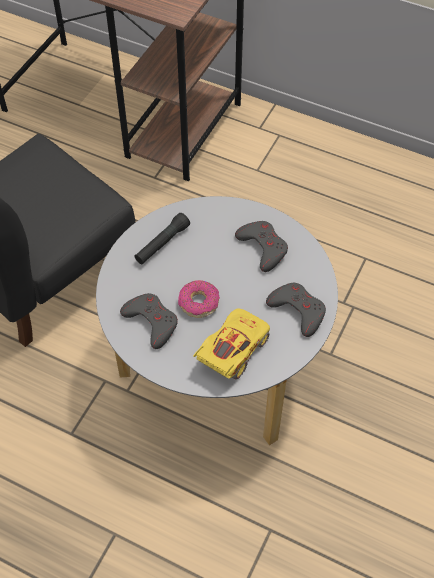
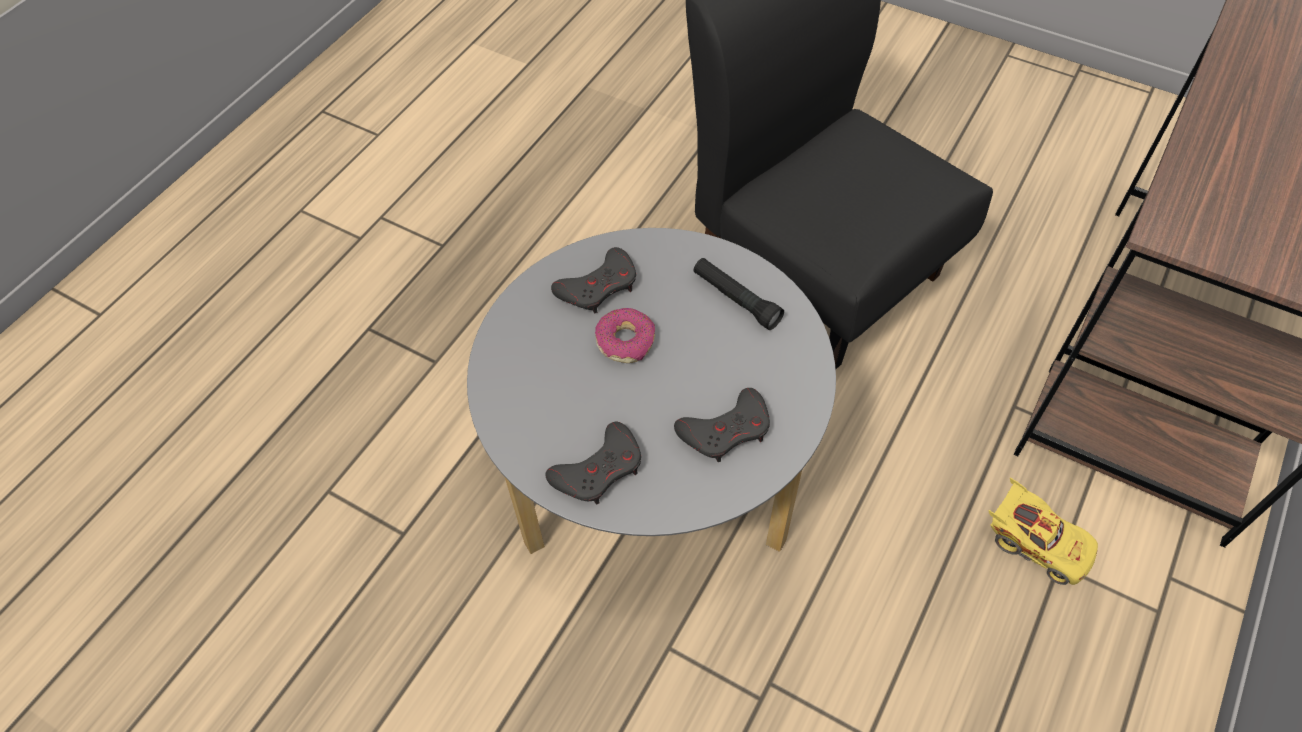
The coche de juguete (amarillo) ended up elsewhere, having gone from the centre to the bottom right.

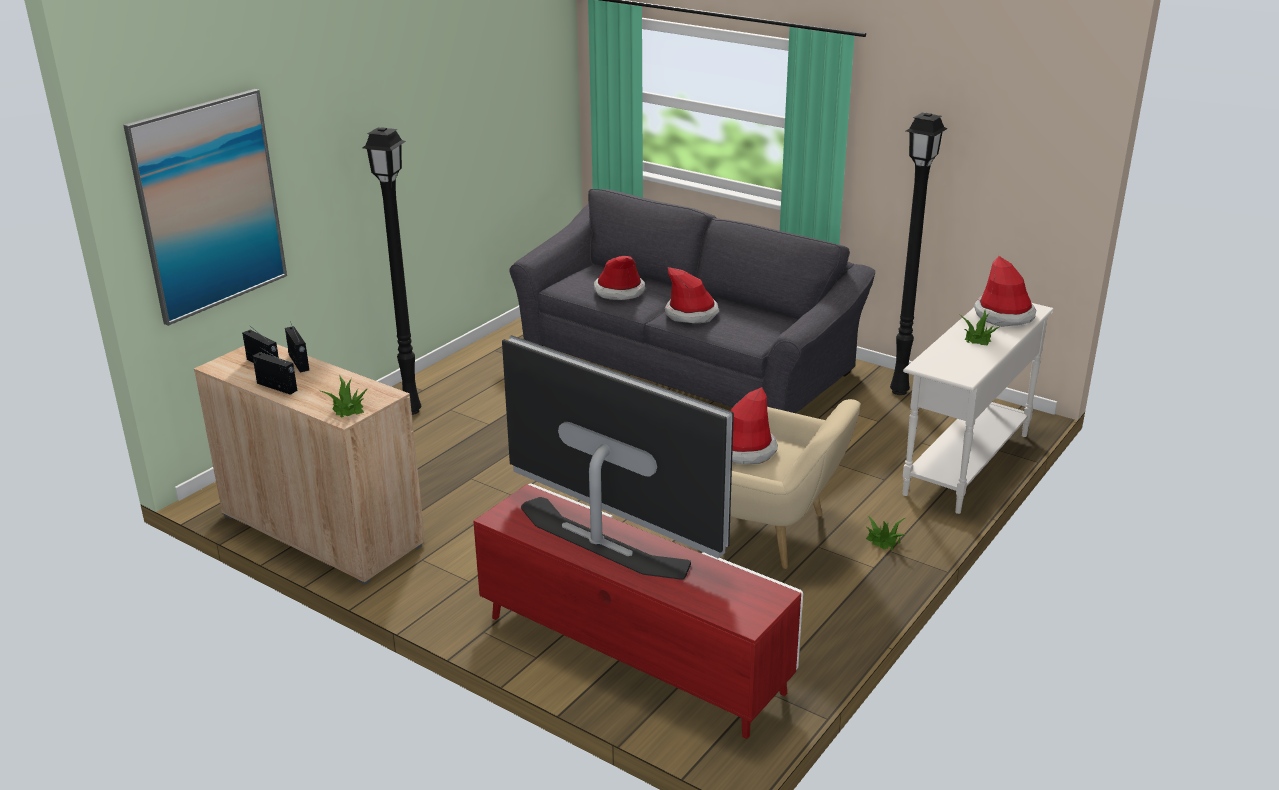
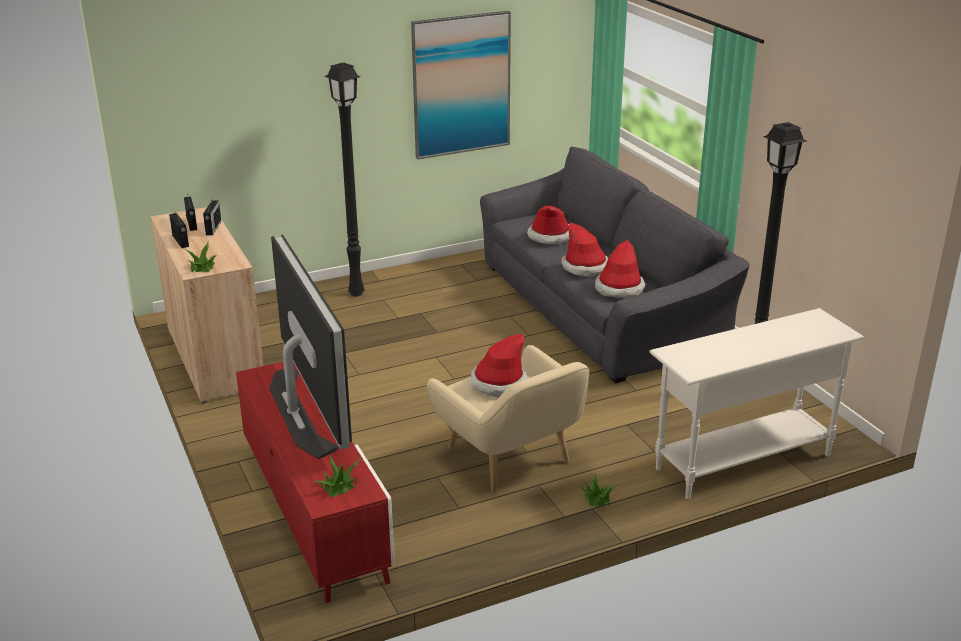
The cuadro ended up elsewhere, having gone from the top left to the top centre.
The planta en maceta (no. 3 from left in the first image) ended up elsewhere, having gone from the middle right to the bottom centre.
The sombrero (no. 4 from left) ended up elsewhere, having gone from the middle right to the centre.

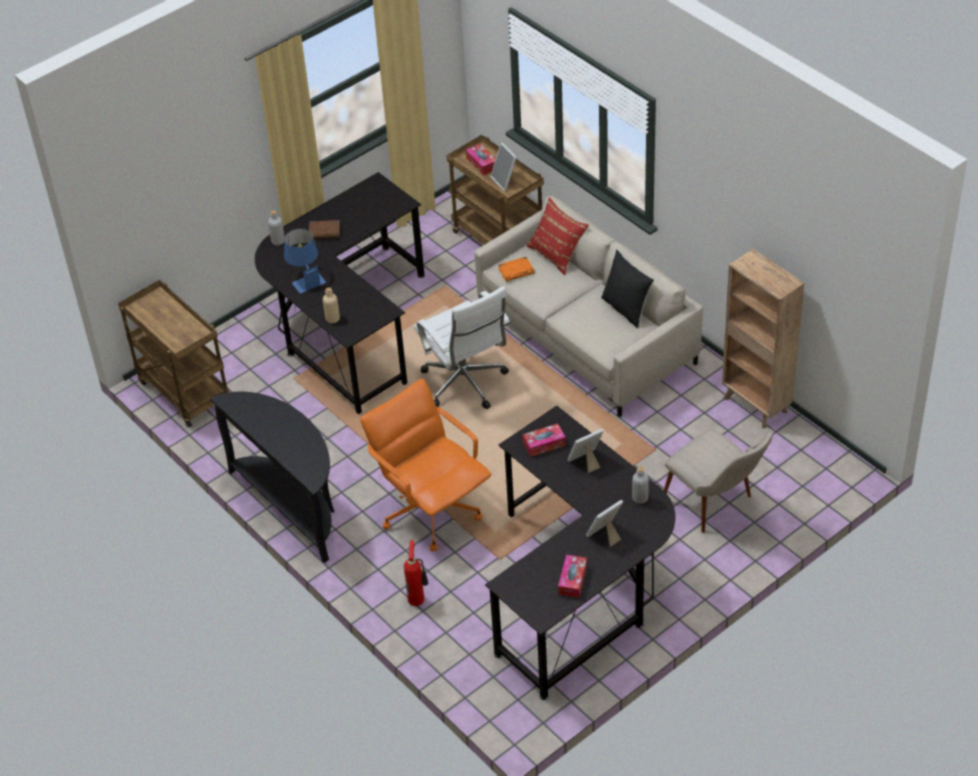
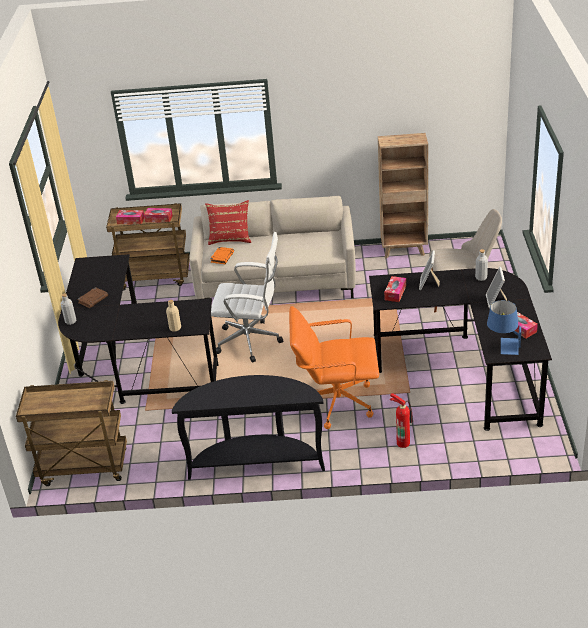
The lámpara de mesa (azul) ended up elsewhere, having gone from the middle left to the middle right.
Where the portarretratos (no. 1 from left) stood at the top centre, the caja de pañuelos (no. 2 from left) came to stand at the middle left.
The second view lost the cojín (negro) at the centre.

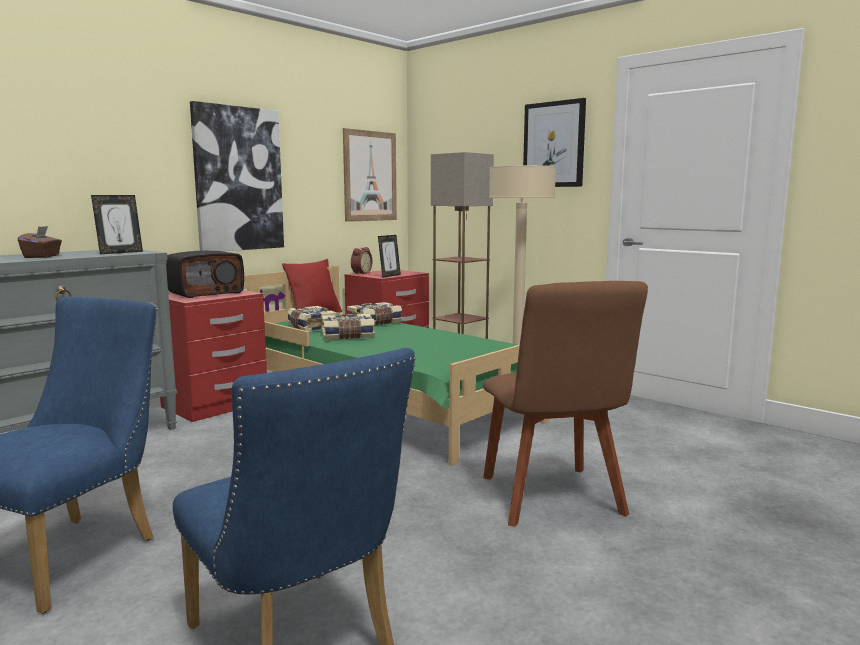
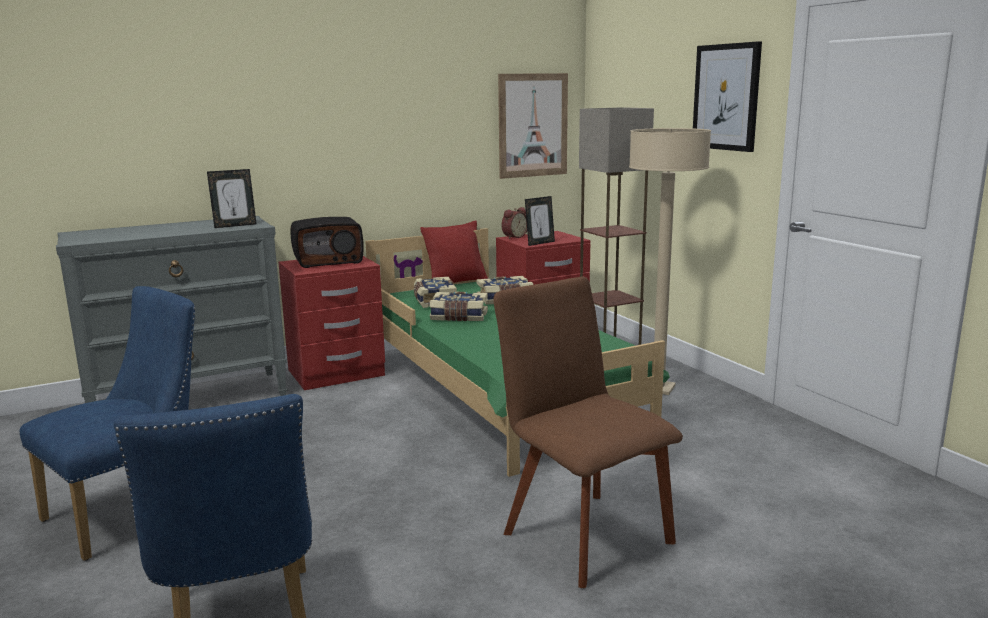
The second view lost the caja de pañuelos (marrón) at the middle left.
The second view lost the cuadro (no. 1 from left) at the top left.
The silla (marrón) at the centre ended up facing another way, 135 degrees clockwise from before.

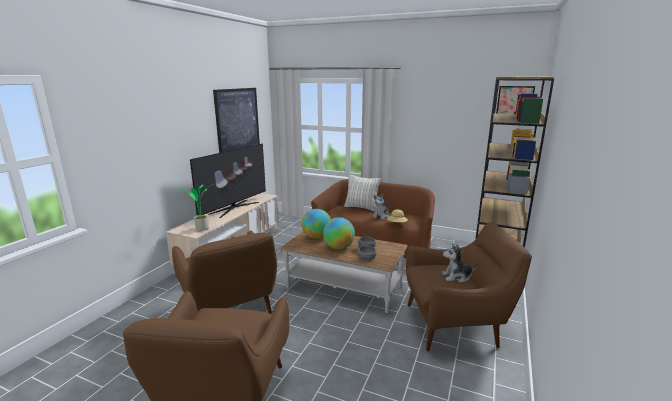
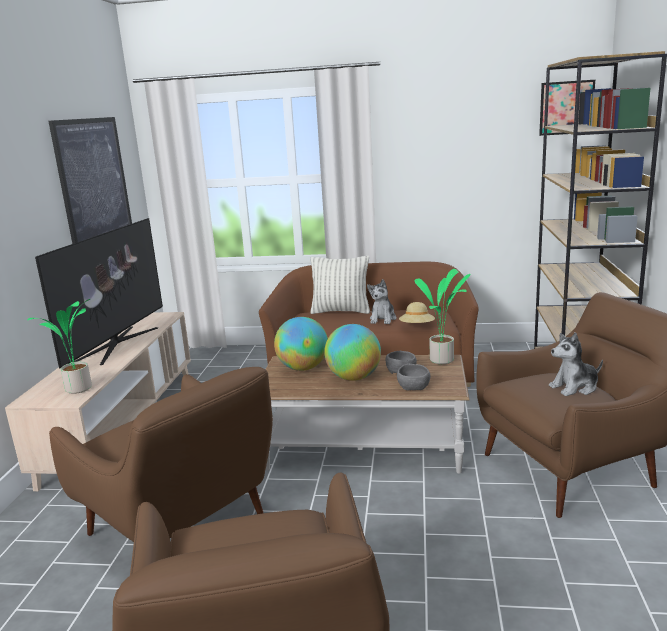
The second view gained the planta en maceta (no. 2 from left) at the centre.

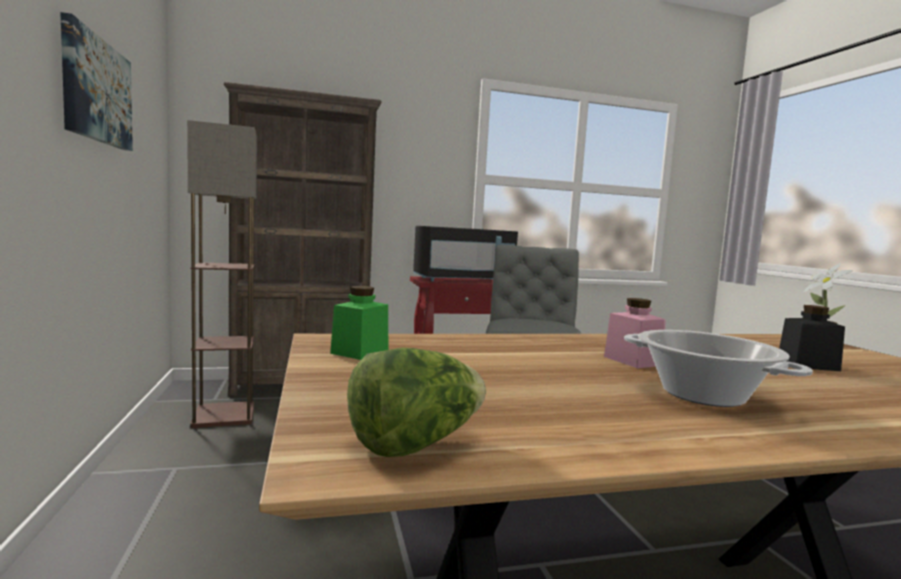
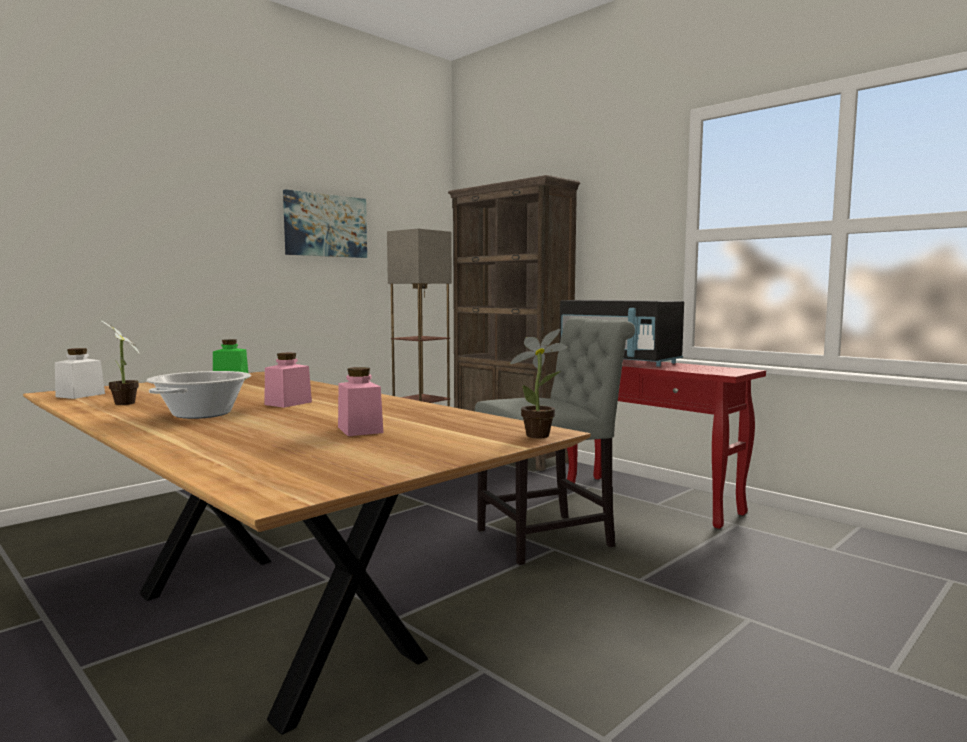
Where the lechuga stood at the bottom centre, the tarro (blanco) came to stand at the middle left.
What was the tarro (negro) at the middle right turned into the tarro (rosa) (no. 2 from left) at the centre.
The second view gained the planta en maceta (no. 1 from left) at the middle left.

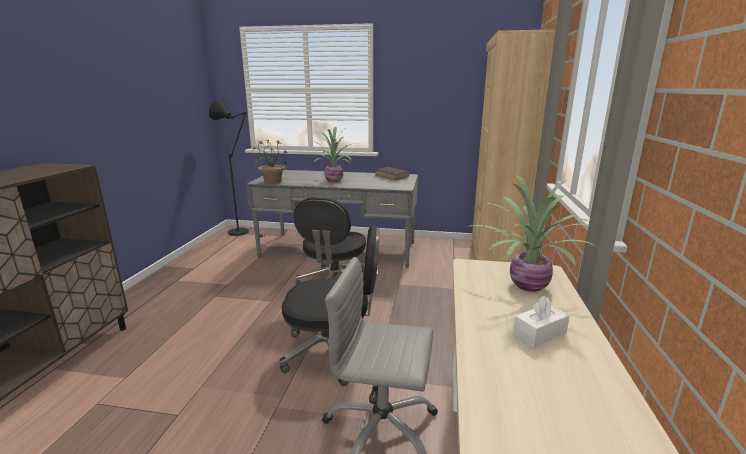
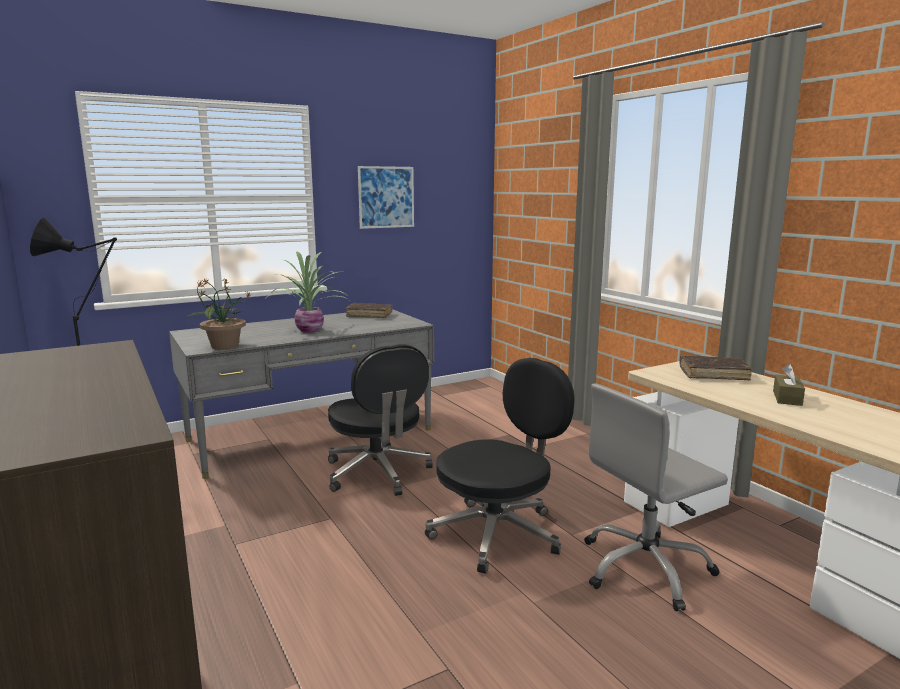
Where the planta en maceta (no. 3 from left) stood at the middle right, the libro (marrón) (no. 2 from left) came to stand at the middle right.
The second view lost the estantería (marrón) at the top right.
What was the caja de pañuelos (blanco) at the bottom right turned into the caja de pañuelos (marrón) at the middle right.
The second view gained the cuadro at the top centre.

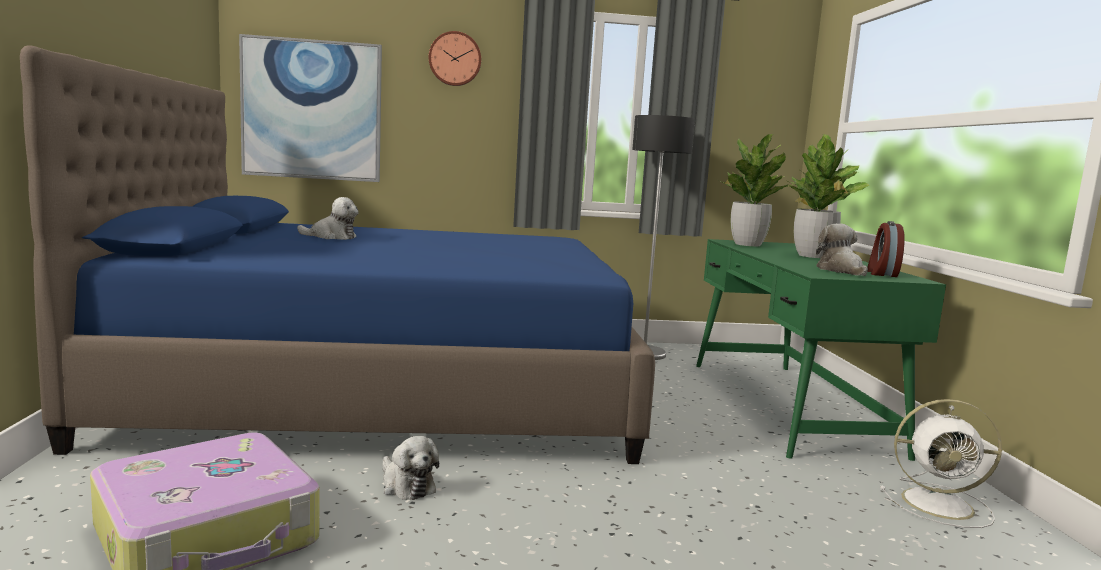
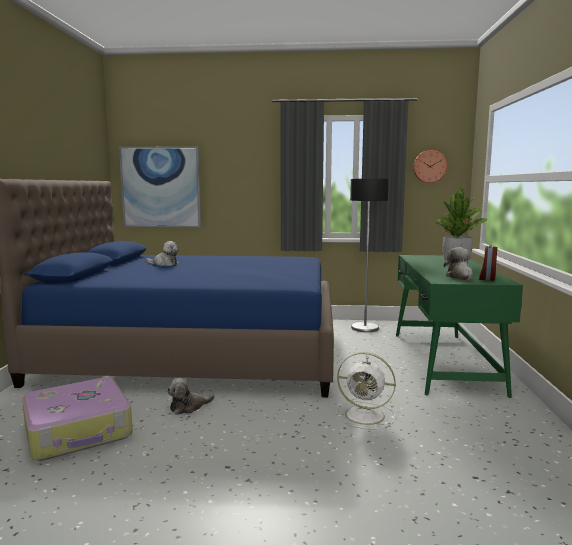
The peluche (no. 2 from left) at the bottom centre ended up facing another way, 90 degrees clockwise from before.
The reloj de pared ended up elsewhere, having gone from the top centre to the top right.
The second view lost the planta en maceta (no. 1 from left) at the middle right.
The ventilador (blanco) ended up elsewhere, having gone from the bottom right to the bottom centre.

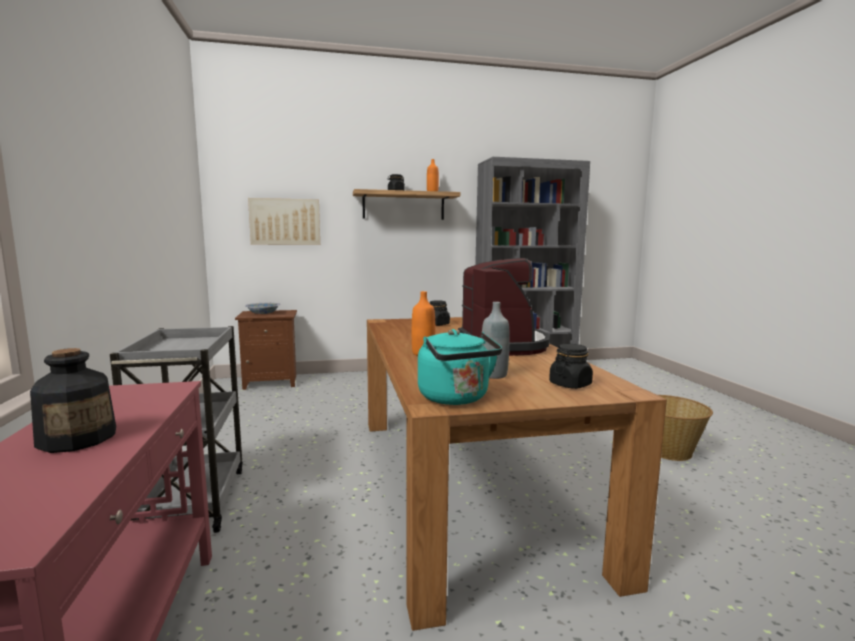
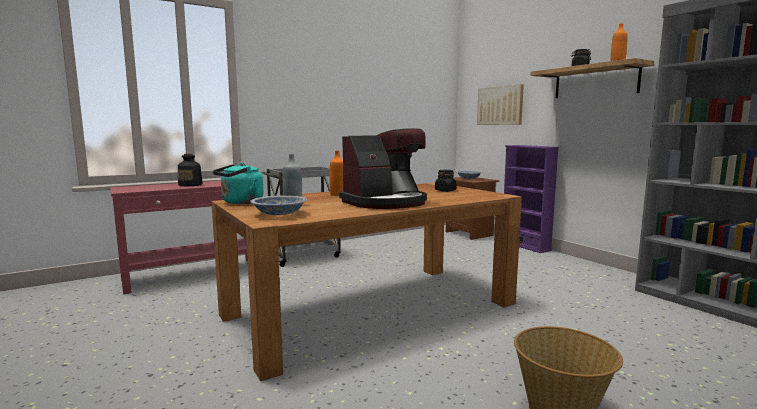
Where the tarro (negro) (no. 3 from left) stood at the middle right, the cuenco (no. 1 from left) came to stand at the centre.
The second view gained the estantería (morado) at the middle right.

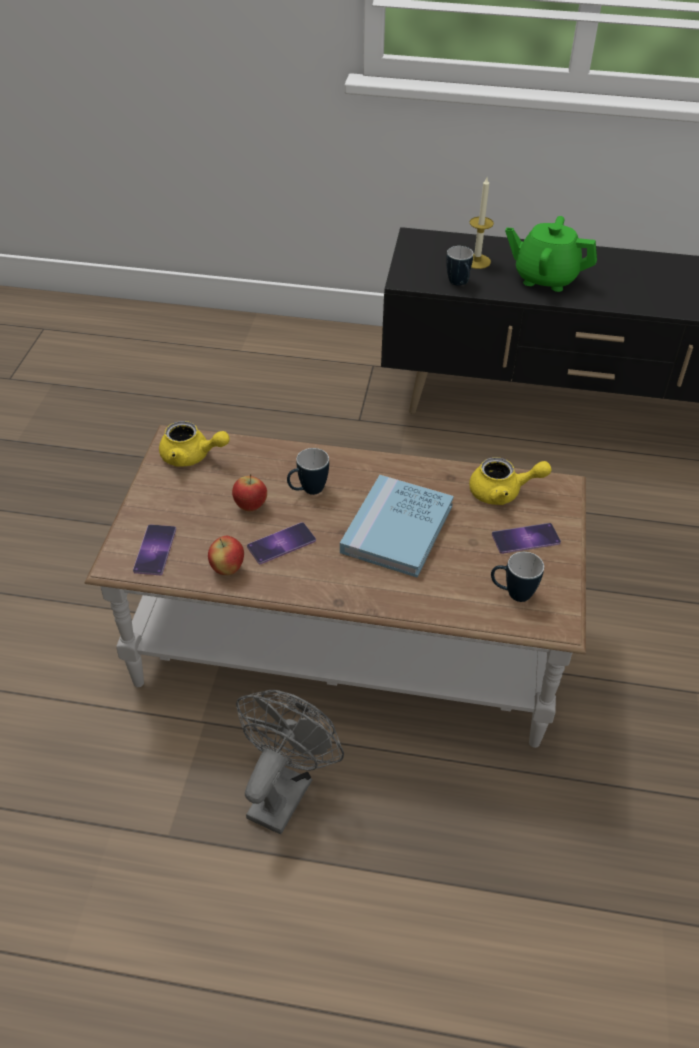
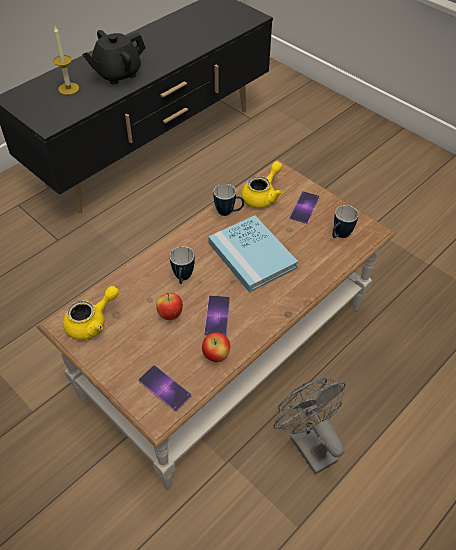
The taza grande (no. 2 from left) ended up elsewhere, having gone from the top centre to the centre.
What was the tetera (verde) at the top right turned into the tetera (negro) at the top left.

